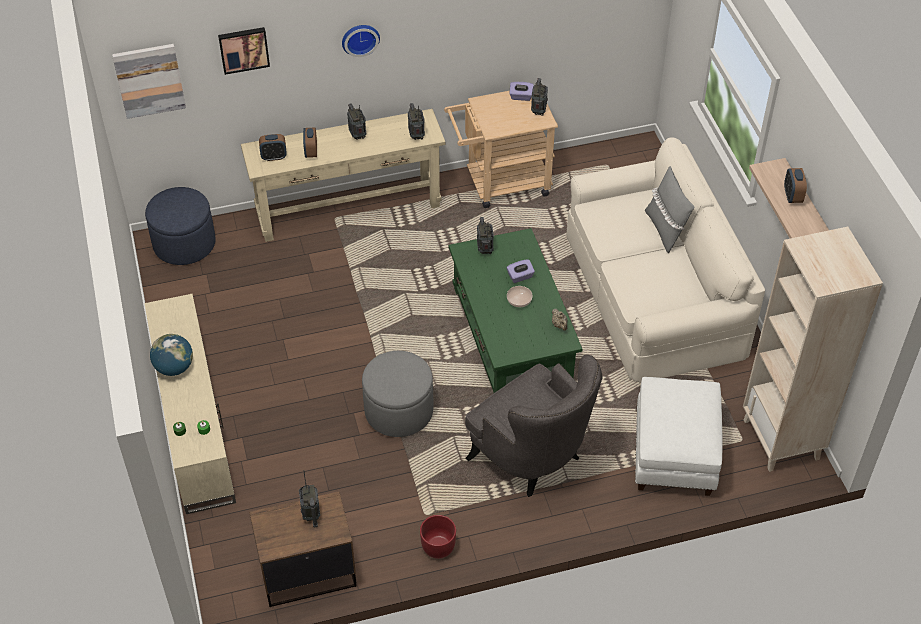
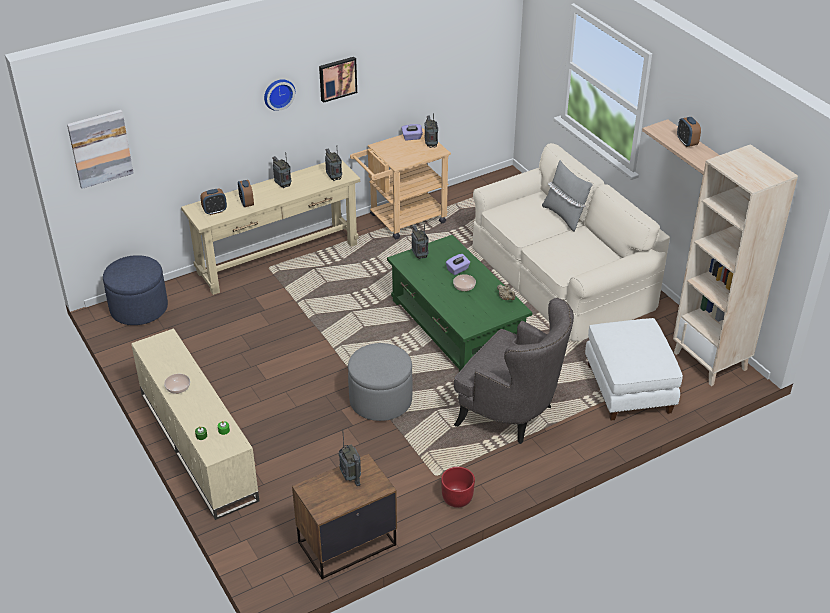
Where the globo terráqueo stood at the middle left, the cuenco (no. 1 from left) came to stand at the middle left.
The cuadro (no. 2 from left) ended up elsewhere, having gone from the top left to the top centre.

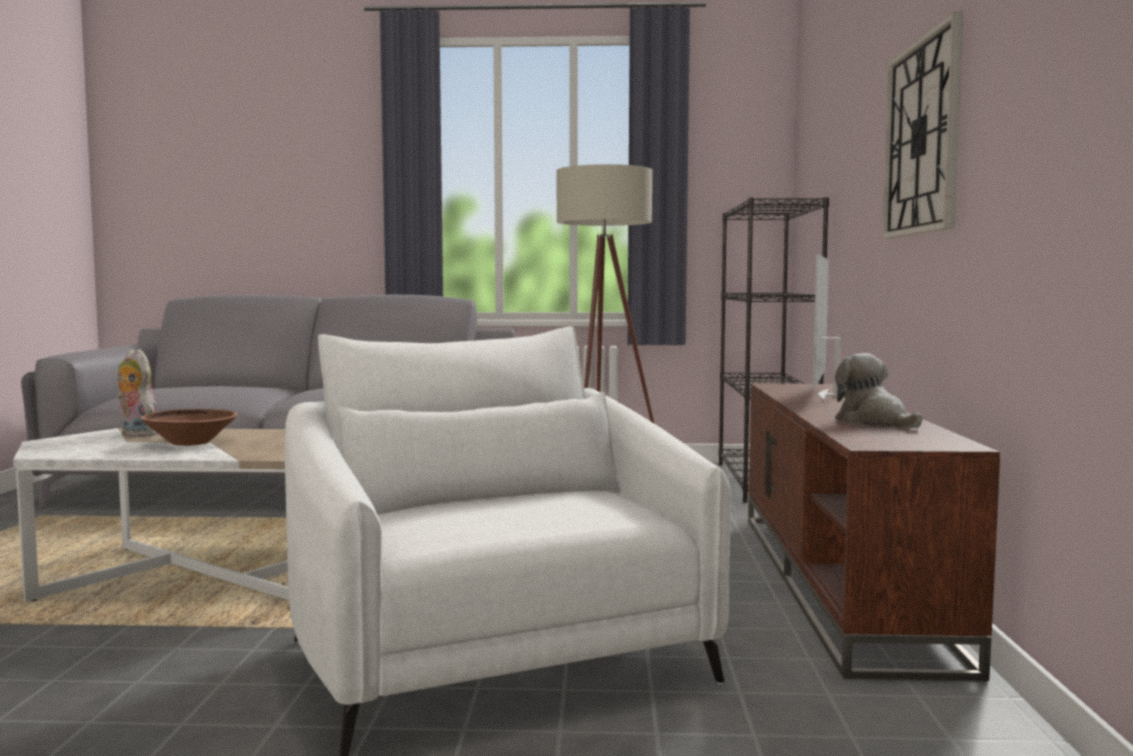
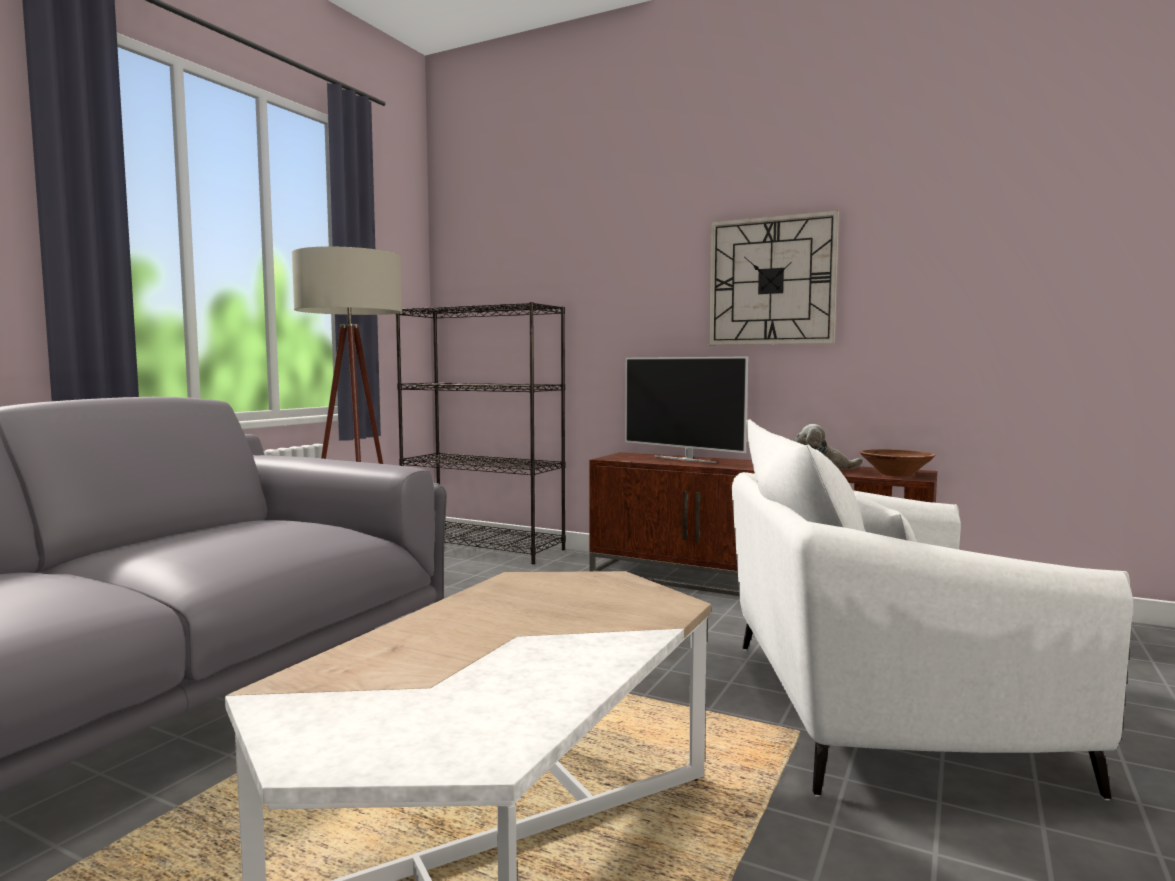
The second view lost the peluche (no. 1 from left) at the middle left.
The cuenco (marrón) ended up elsewhere, having gone from the middle left to the middle right.

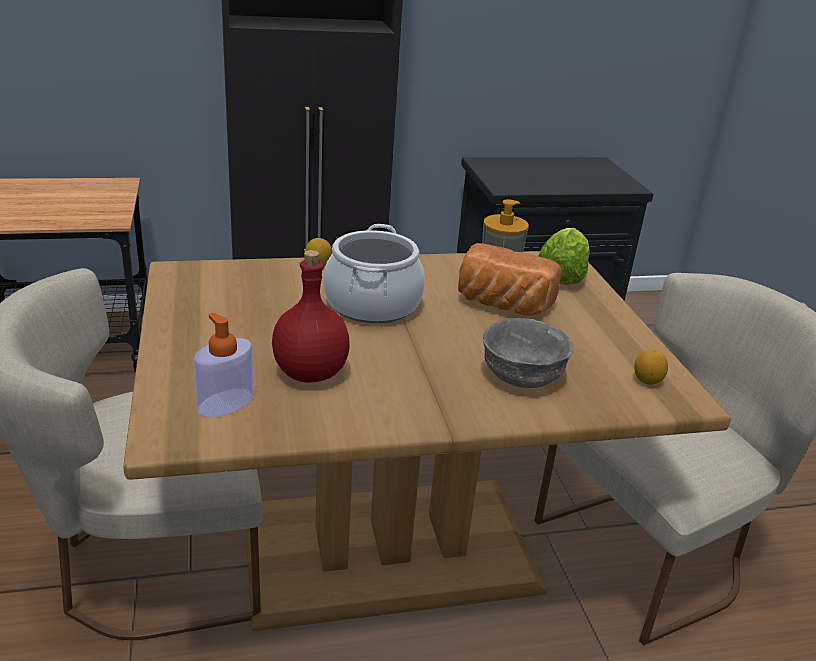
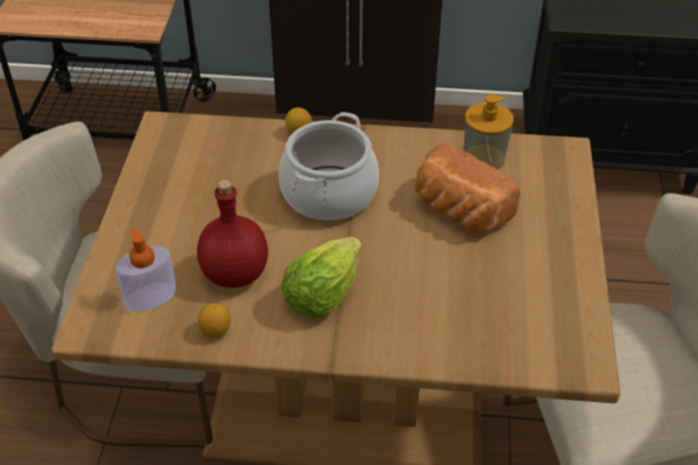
The second view lost the cuenco (gris) at the centre.
The lechuga ended up elsewhere, having gone from the middle right to the centre.
The limón (no. 2 from left in the first image) ended up elsewhere, having gone from the middle right to the bottom left.

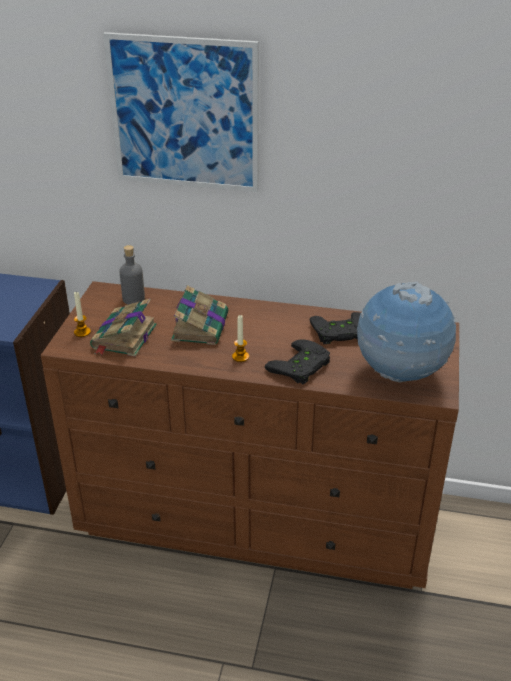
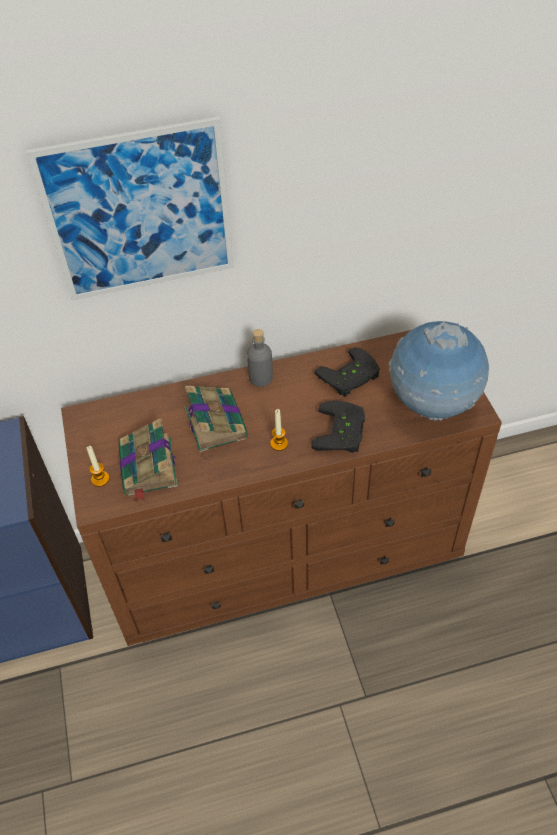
The botella (gris) ended up elsewhere, having gone from the middle left to the centre.

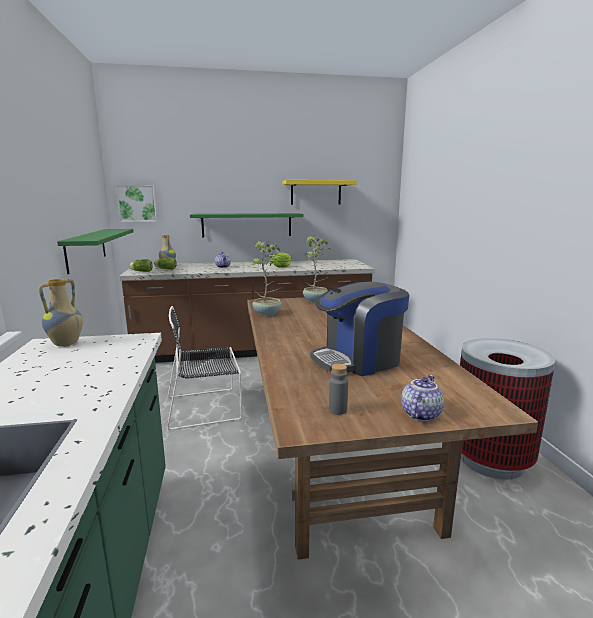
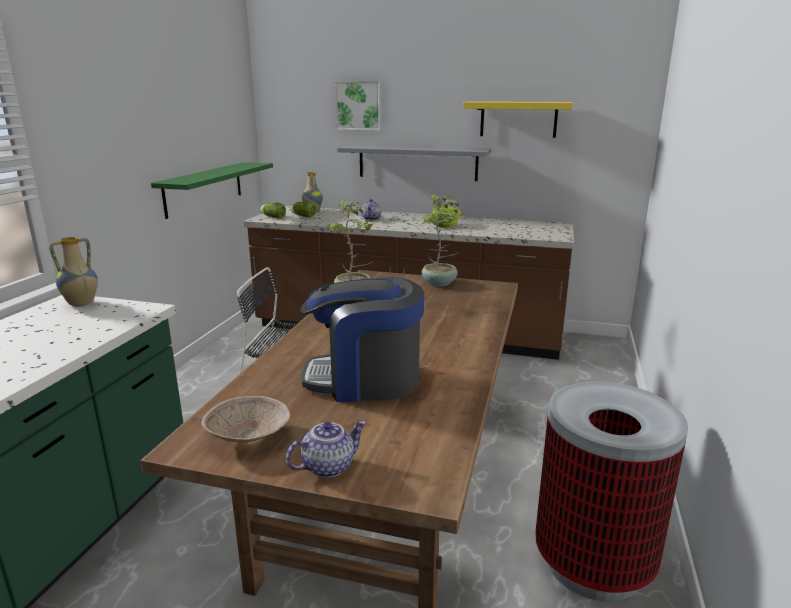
The cuadro ended up elsewhere, having gone from the top left to the top centre.
What was the estante (verde) (no. 2 from left) at the centre turned into the estante (gris) at the top centre.
Where the botella (gris) stood at the centre, the cuenco (beis) came to stand at the bottom left.

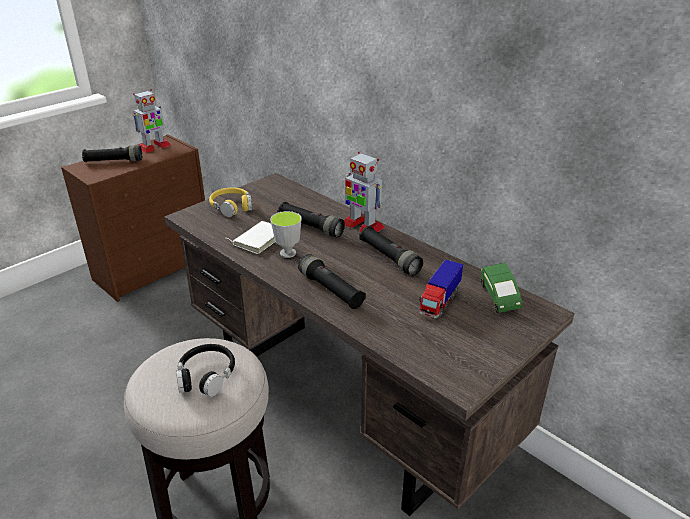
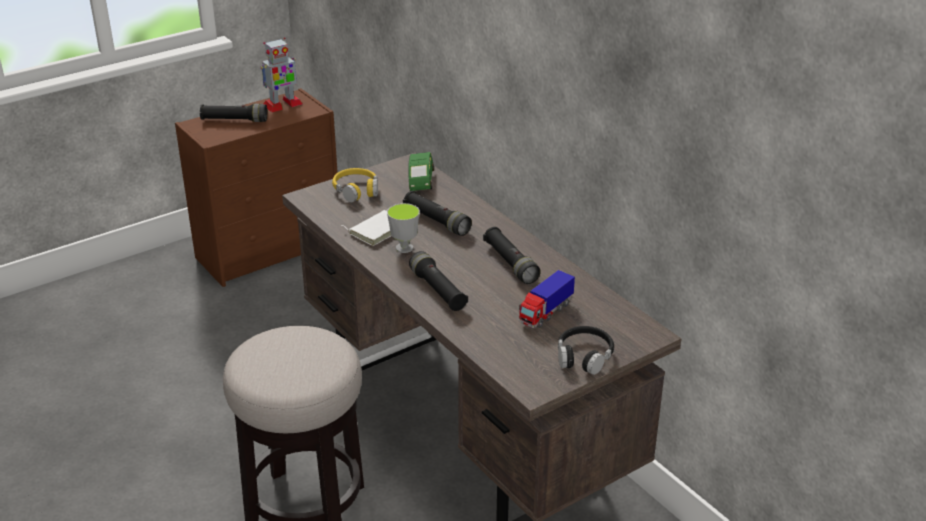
The auriculares (negro) ended up elsewhere, having gone from the bottom left to the bottom centre.
The second view lost the robot de juguete (no. 2 from left) at the centre.
The coche de juguete (verde) ended up elsewhere, having gone from the middle right to the top centre.

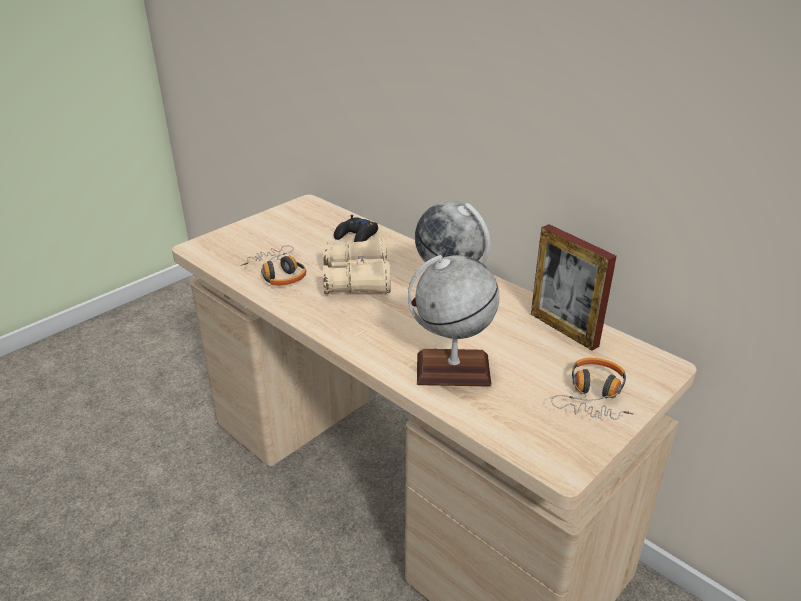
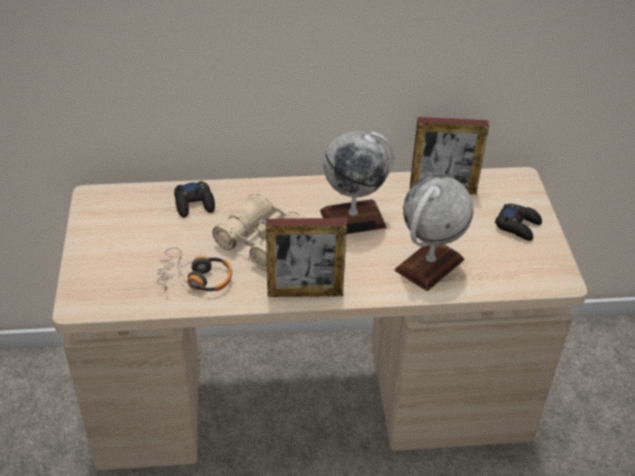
Where the auriculares (no. 2 from left) stood at the middle right, the mando de consola (negro) (no. 2 from left) came to stand at the middle right.
The second view gained the portarretratos (no. 1 from left) at the centre.

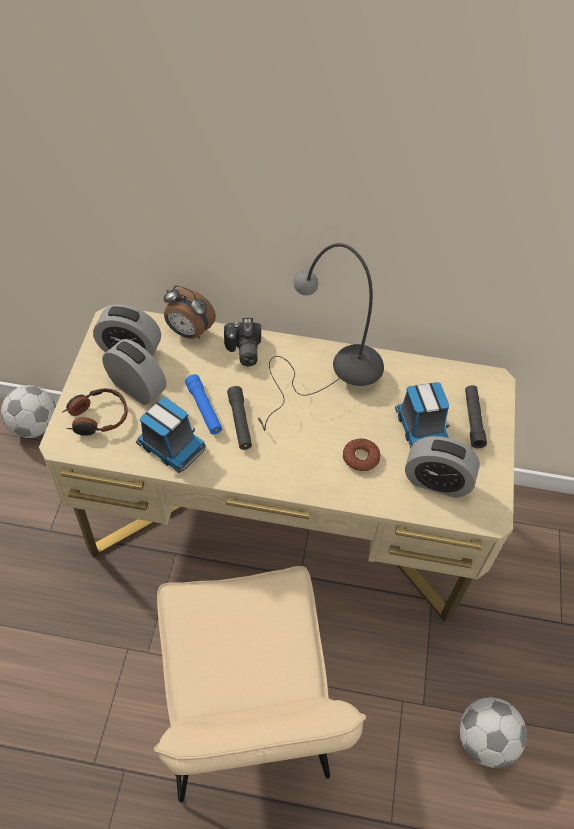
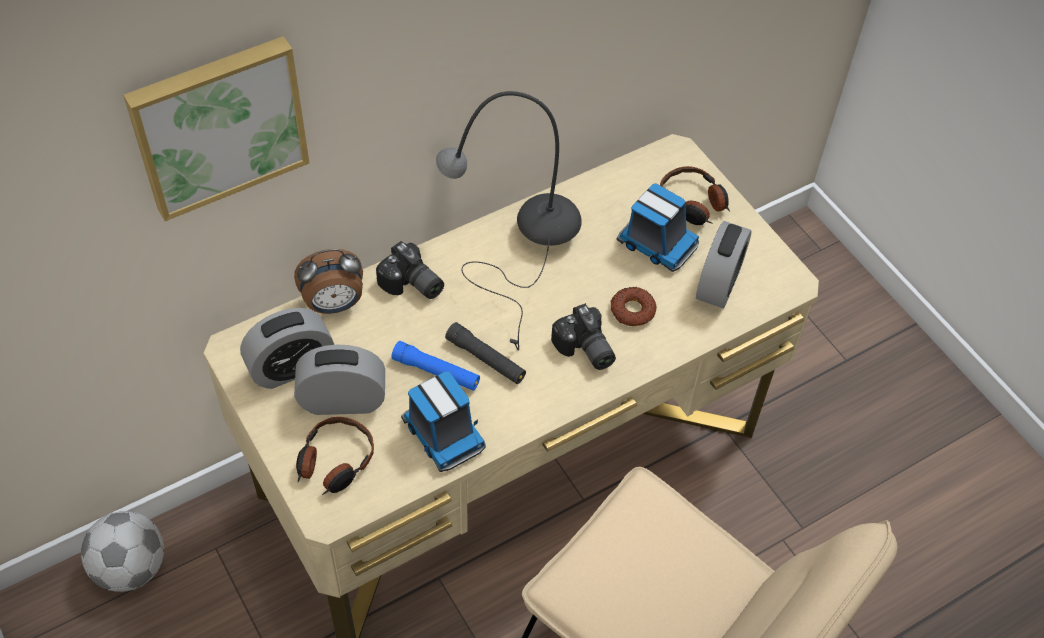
The camión de juguete (no. 1 from left) at the middle left ended up facing another way, 60 degrees clockwise from before.
The despertador (no. 4 from left) at the middle right ended up facing another way, 45 degrees counterclockwise from before.
The second view lost the balón de fútbol (no. 2 from left) at the bottom right.
Where the linterna (negro) (no. 2 from left) stood at the middle right, the auriculares (no. 2 from left) came to stand at the top centre.
The second view gained the cuadro at the top left.
The second view gained the cámara (no. 2 from left) at the centre.

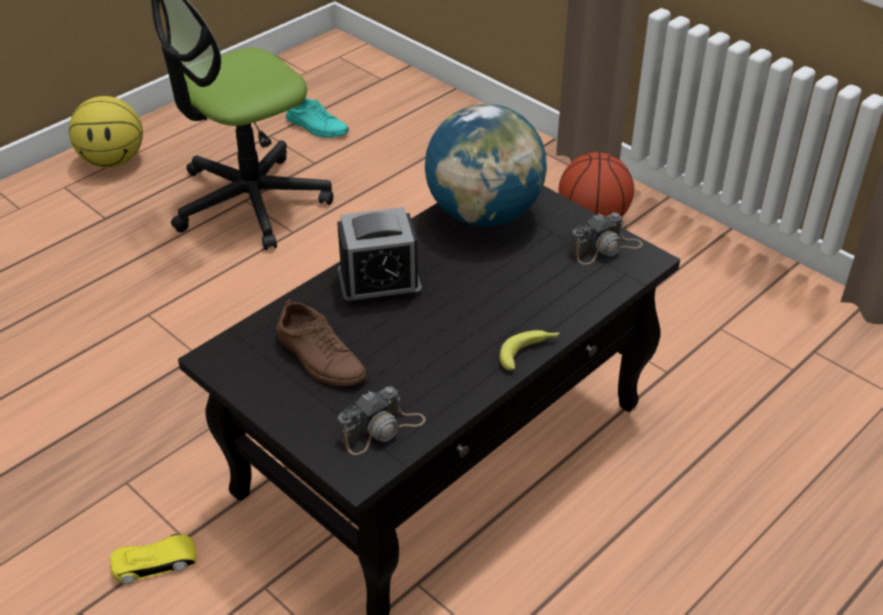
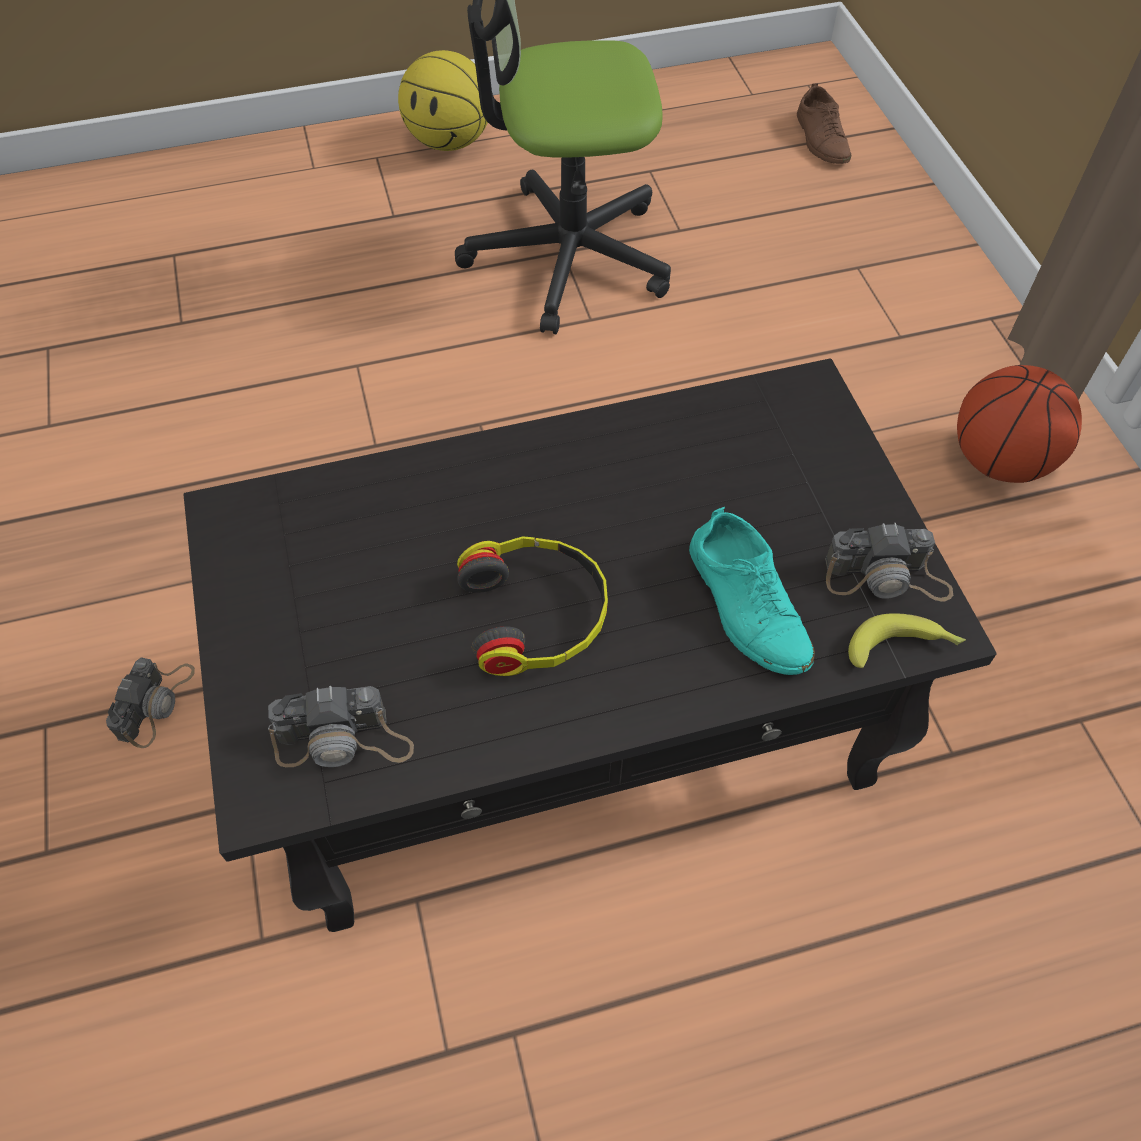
Where the coche de juguete (amarillo) stood at the bottom left, the cámara (no. 1 from left) came to stand at the middle left.
The zapato (marrón) ended up elsewhere, having gone from the centre to the top right.
The zapato (turquesa) ended up elsewhere, having gone from the top centre to the centre.
The second view lost the despertador at the centre.
The second view lost the globo terráqueo at the top centre.
The plátano ended up elsewhere, having gone from the centre to the middle right.
The second view gained the auriculares at the centre.

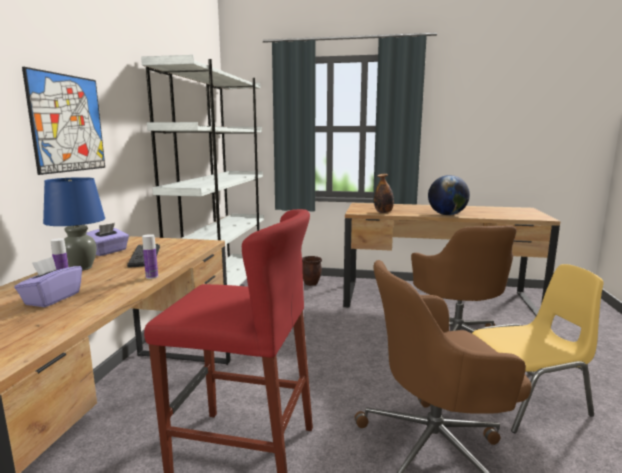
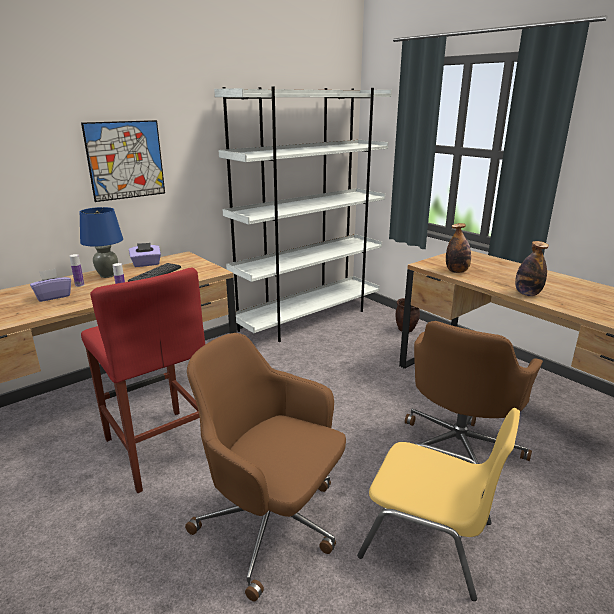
Where the globo terráqueo stood at the middle right, the botella (no. 4 from left) came to stand at the middle right.

